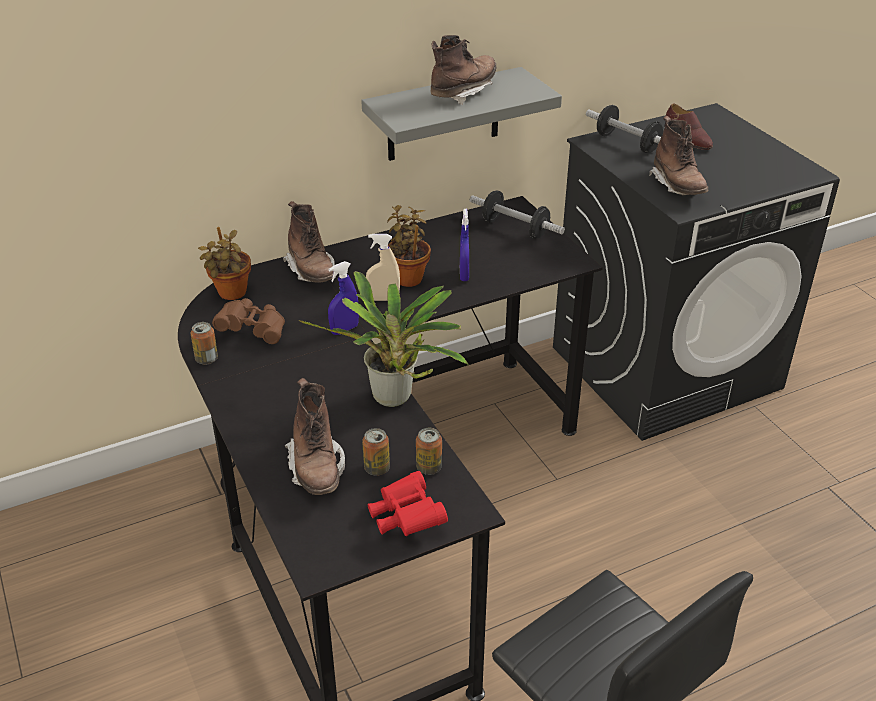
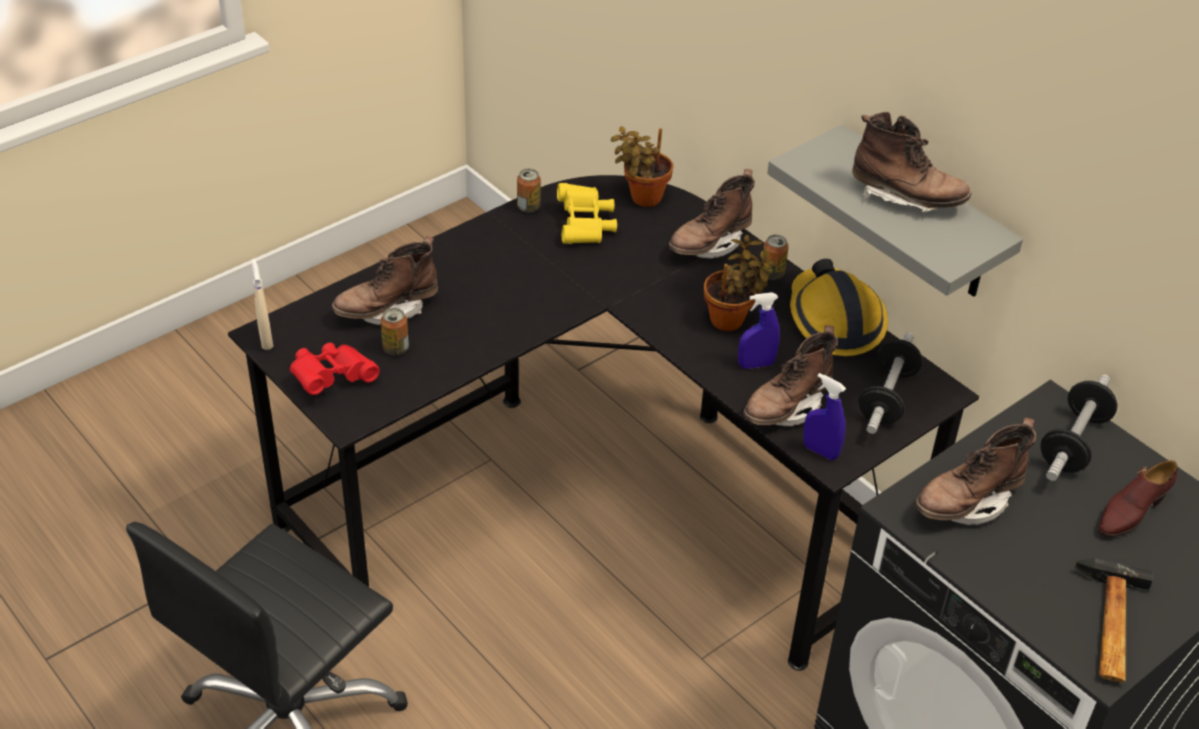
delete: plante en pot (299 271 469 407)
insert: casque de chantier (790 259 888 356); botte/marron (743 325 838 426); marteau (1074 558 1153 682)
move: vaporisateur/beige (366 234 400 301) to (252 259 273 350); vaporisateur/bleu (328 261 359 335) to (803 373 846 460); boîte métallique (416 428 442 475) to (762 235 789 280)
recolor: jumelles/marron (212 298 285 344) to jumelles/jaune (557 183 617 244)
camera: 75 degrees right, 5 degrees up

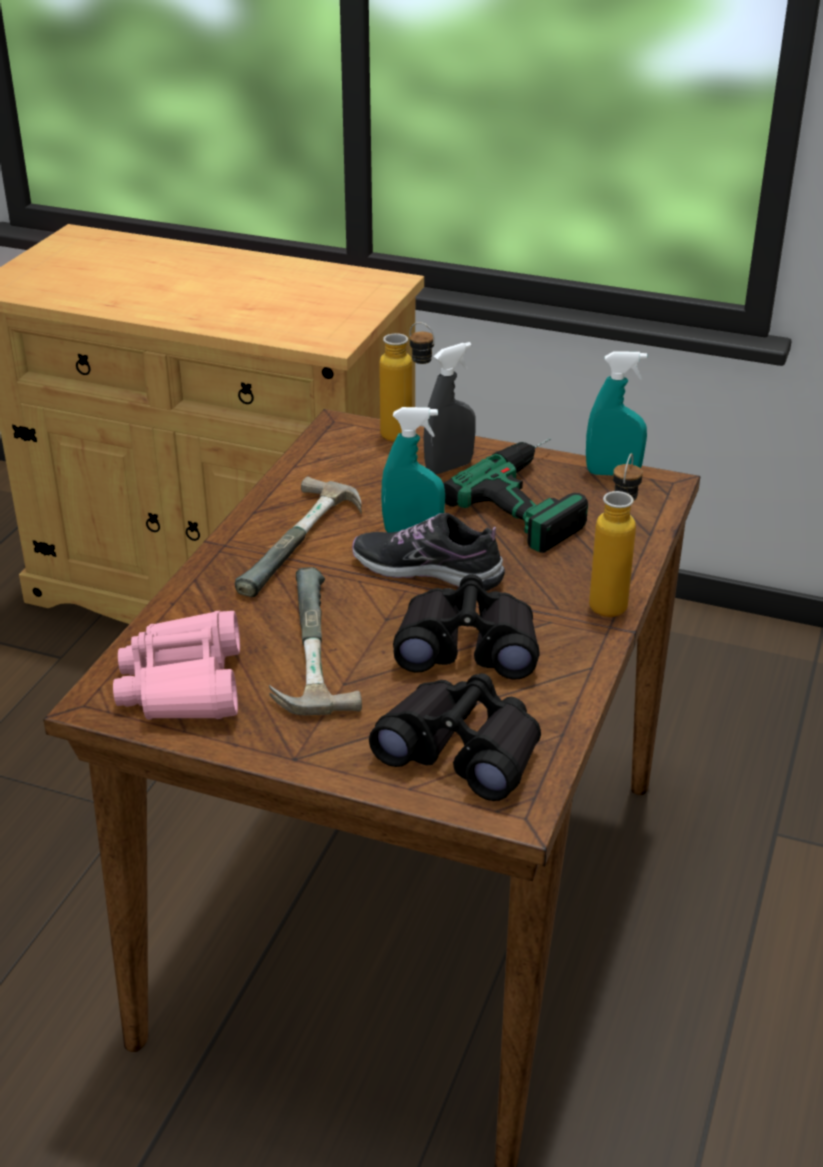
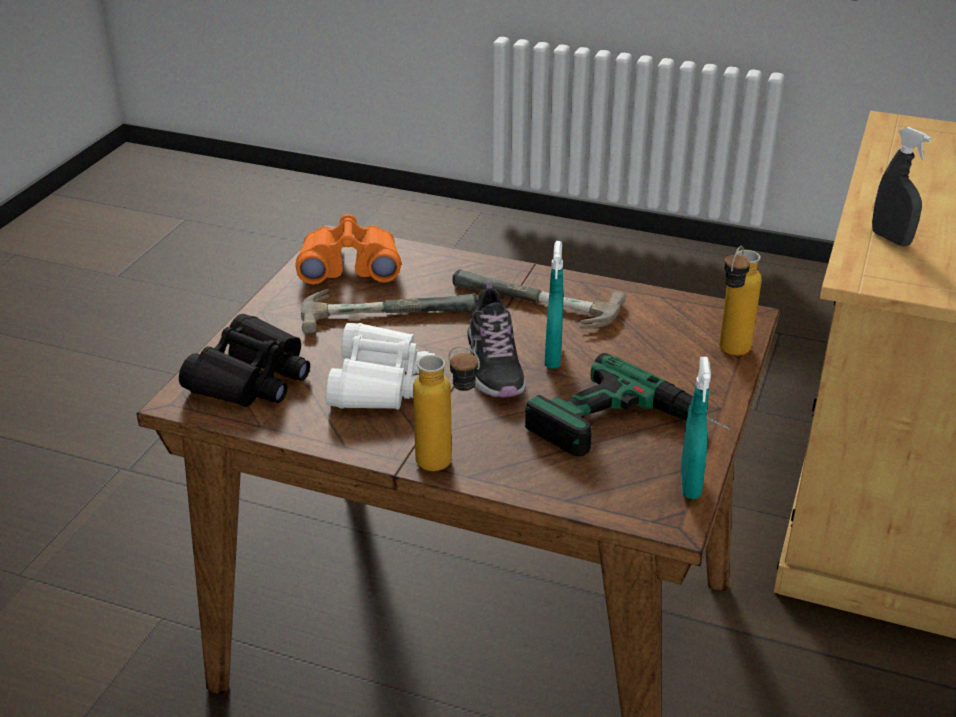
move: vaporisateur/gris (423 342 476 474) to (872 127 932 246)
recolor: jumelles/noir (393 574 540 680) to jumelles/blanc (326 323 435 410); jumelles/rose (113 611 240 720) to jumelles/orange (295 214 401 284)
rotate: chaussure (352 513 505 591) = (467 281 525 397) 150 degrees clockwise
camera: 90 degrees right, 0 degrees up

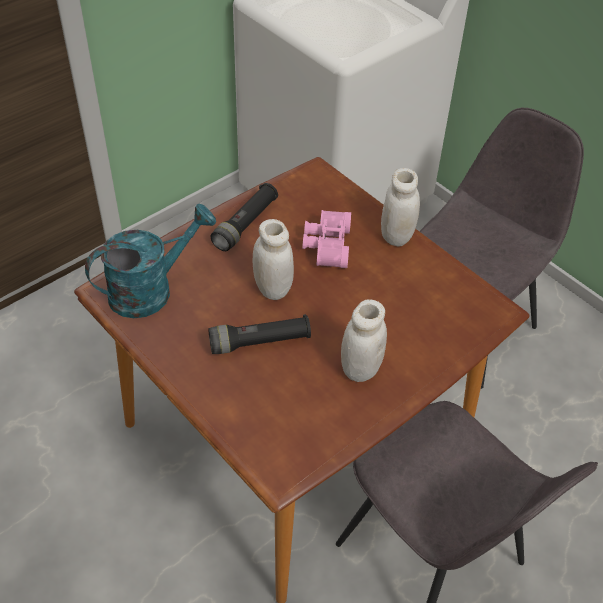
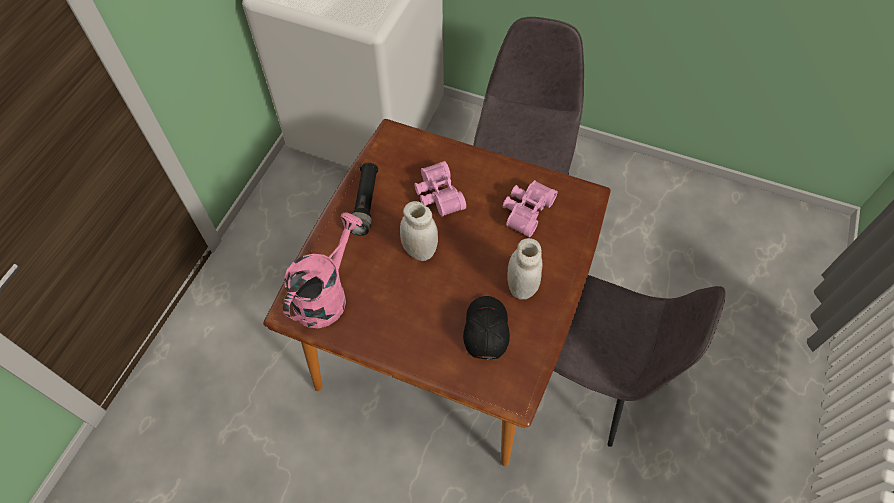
delete: bocal/blanc (381 168 420 246); lampe de poche/noir (208 314 311 354)
insert: jumelles/rose (503 180 558 237); casquette/noir (463 296 510 360)
recolor: arrosoir/turquoise (85 204 216 318) to arrosoir/rose (283 212 363 328)
camera: 25 degrees left, 10 degrees up

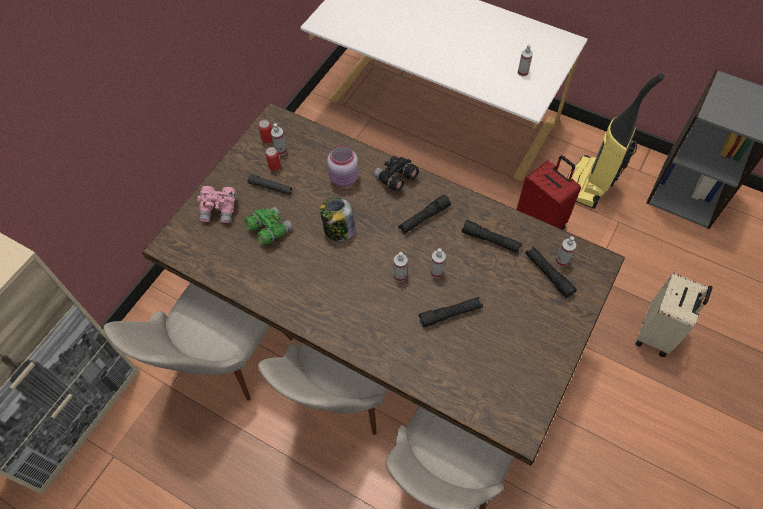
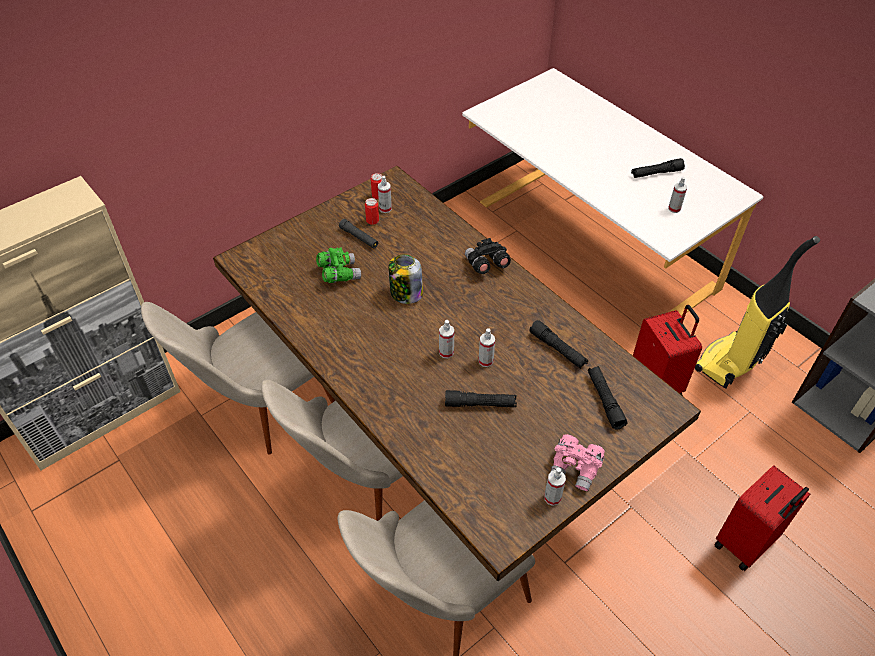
delete: bocal/rose (327 145 359 187)
move: jumelles/rose (197 186 236 223) to (551 434 605 491); lampe de poche/noir (398 195 451 234) to (631 158 685 178); vaporisateur (556 237 576 267) to (544 468 566 506)
recolor: valise/beige (635 272 713 357) to valise/rouge (714 466 810 571)
camera: 20 degrees right, 10 degrees down

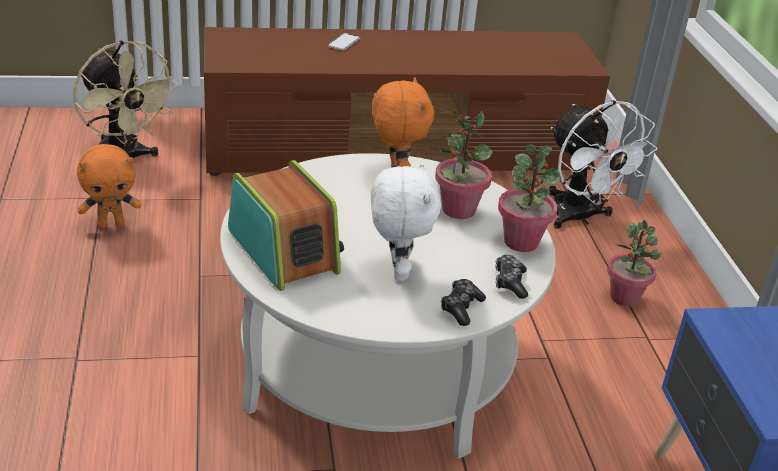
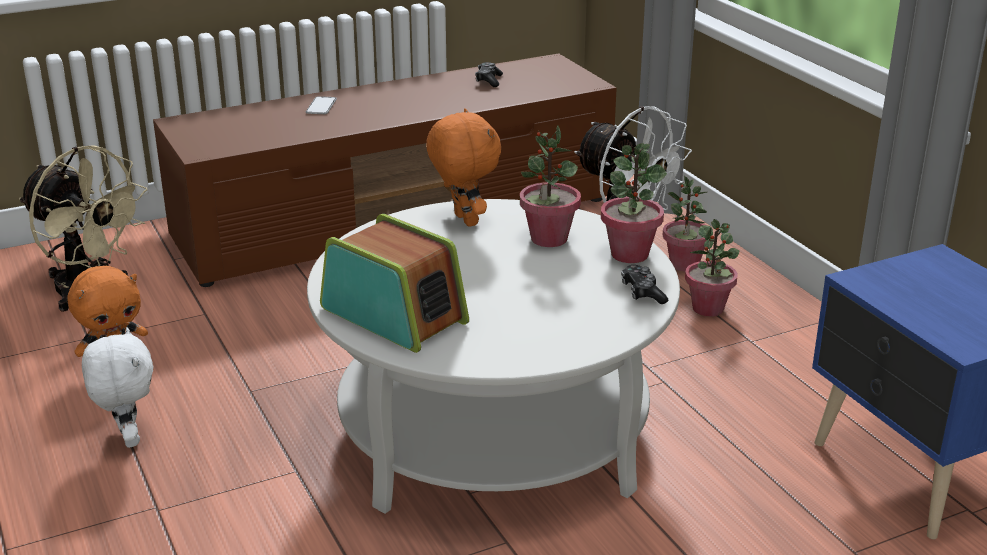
insert: plante en pot (663 176 707 271)
move: peluche/blanc (371 162 441 281) to (82 327 154 448); manette (441 279 486 326) to (475 62 503 87)
camera: 15 degrees left, 5 degrees down

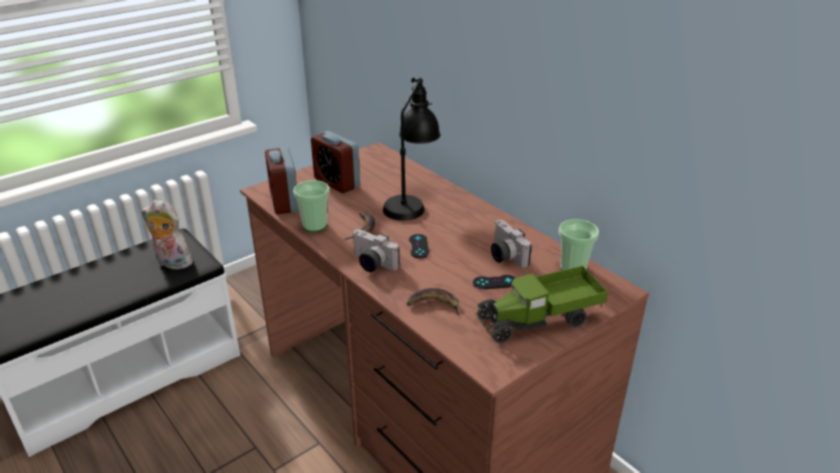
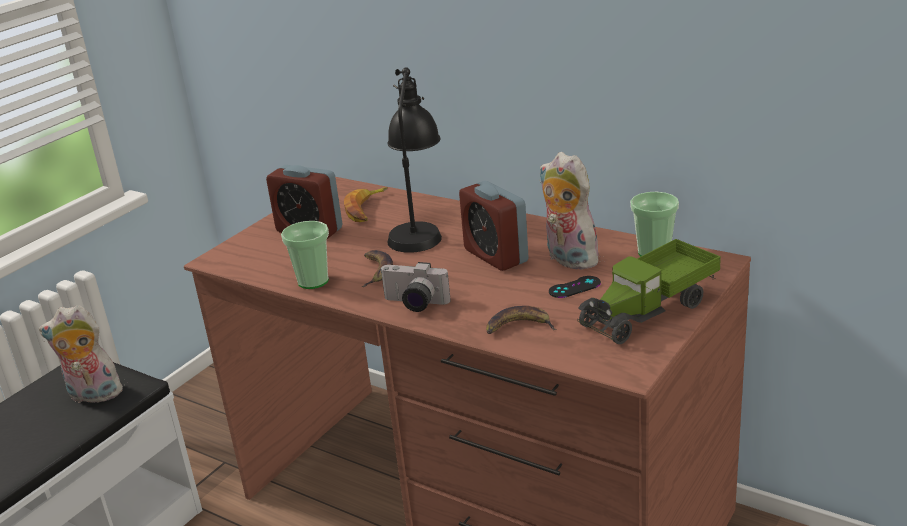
delete: manette/noir (409 234 429 258)
insert: banane (344 187 388 222)
move: réveil (265 147 299 214) to (459 181 529 271)
replace: appareil photo (491 220 532 268) to peluche (539 152 601 270)
camera: 15 degrees left, 5 degrees down

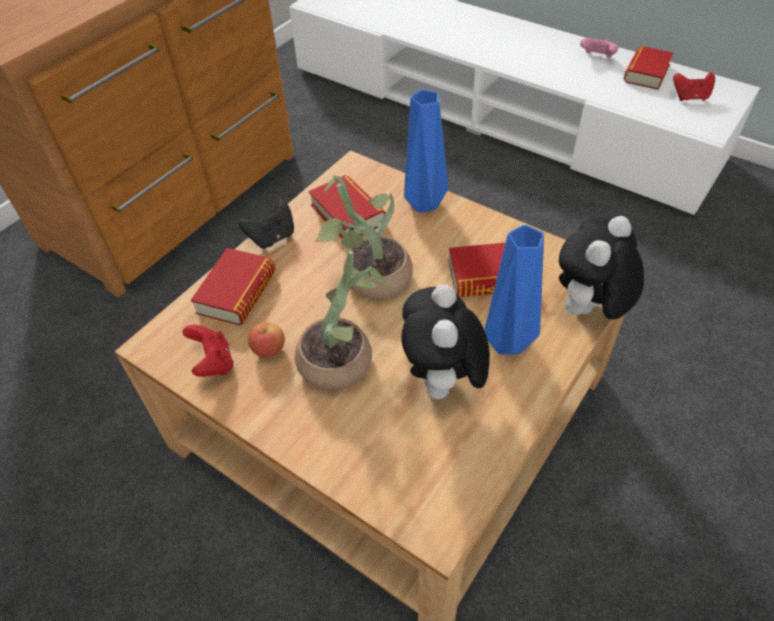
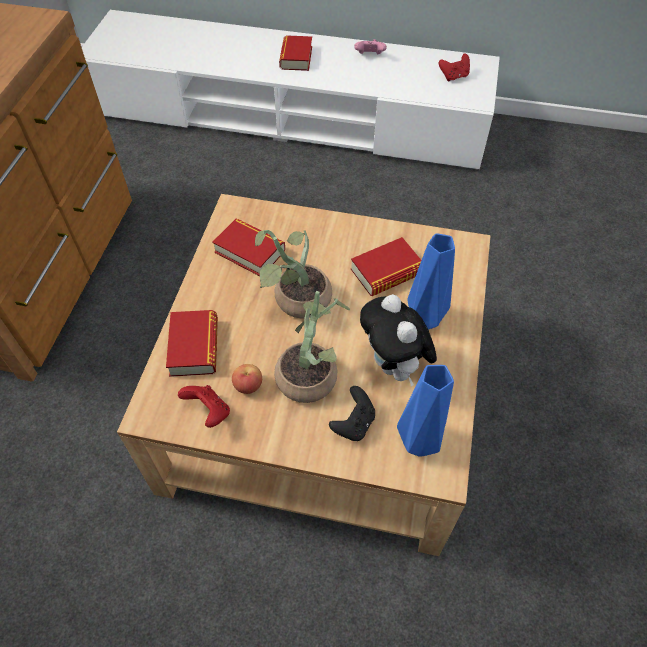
delete: peluche (559 216 644 319)
move: livre (623 46 673 90) to (279 35 312 71); vase/bleu (404 89 448 213) to (397 365 454 457); manette/noir (239 200 294 249) to (329 386 375 441)
camera: 25 degrees left, 5 degrees up

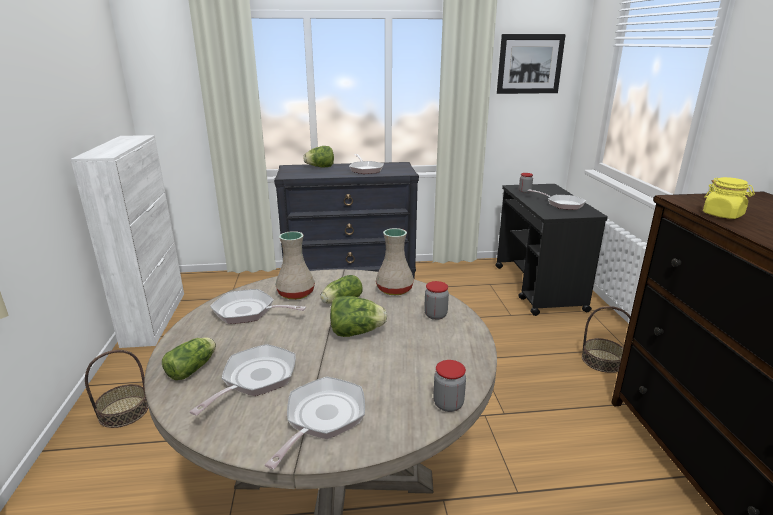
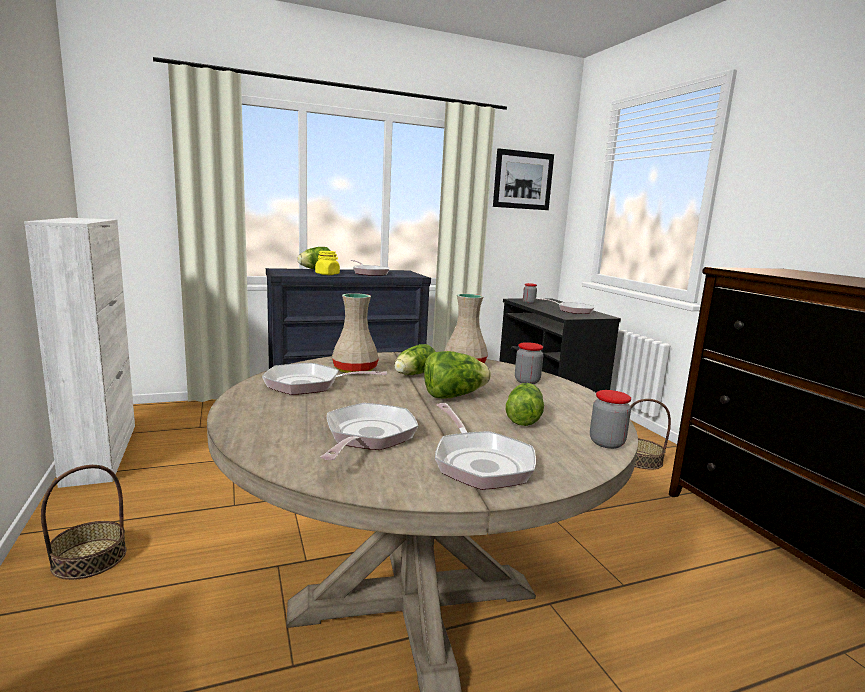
move: bocal/jaune (703 177 755 219) to (315 251 340 275); laitue (162 337 216 380) to (506 383 544 426)
rotate: poêle (264 376 365 469) = (435 403 536 490) 150 degrees clockwise
camera: 15 degrees left, 10 degrees down

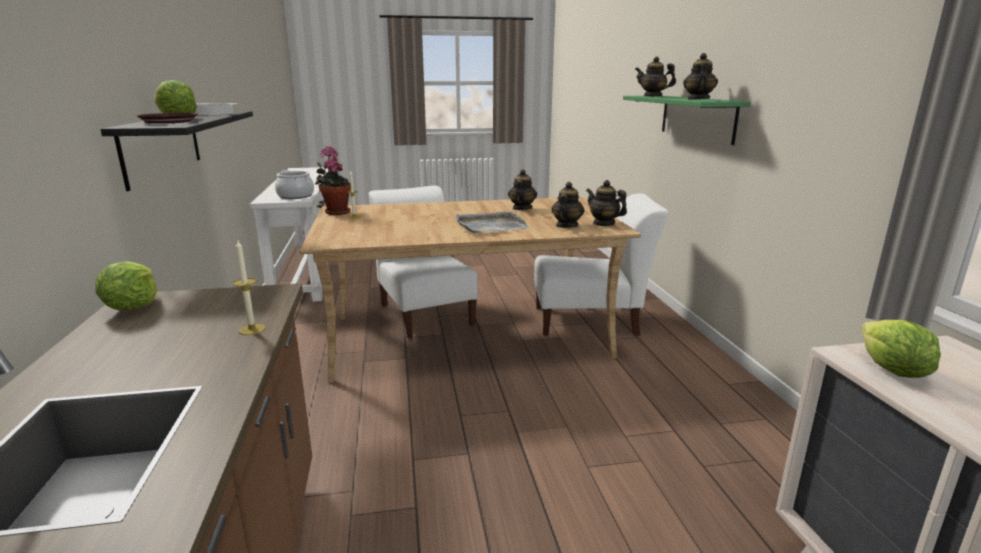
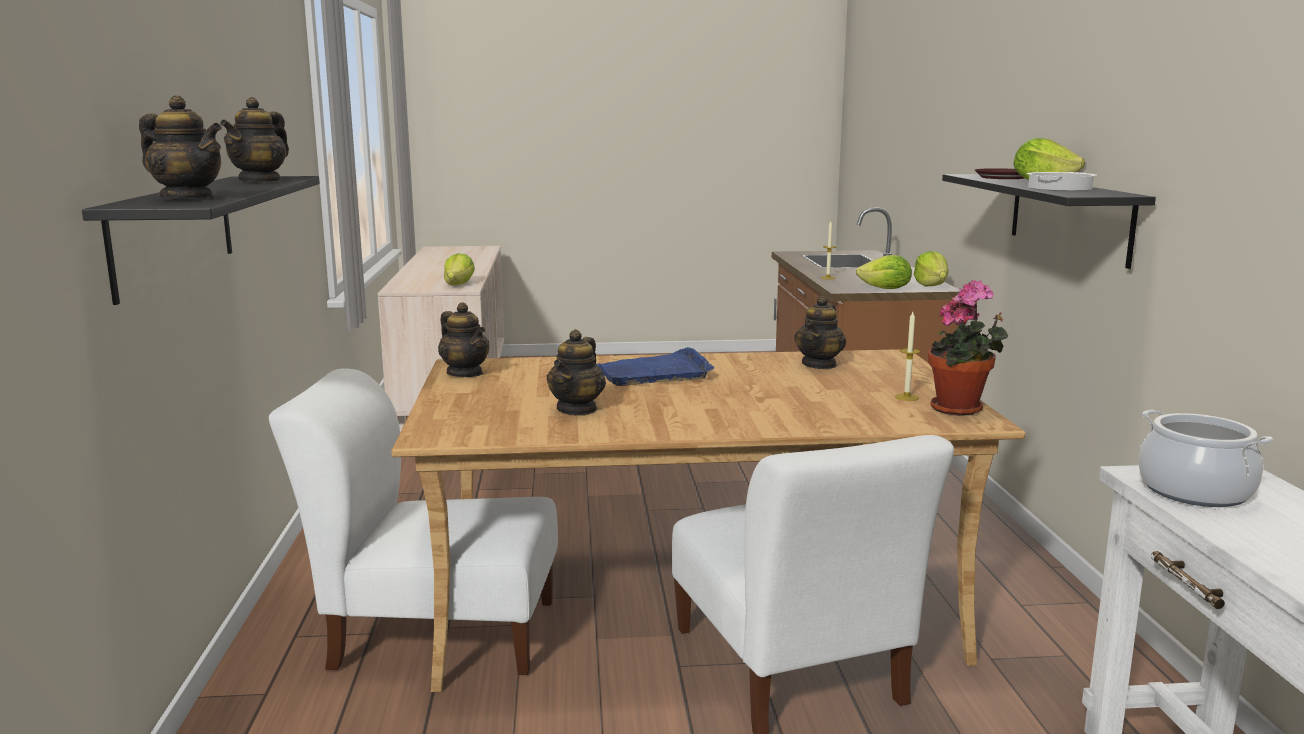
insert: laitue (856 255 912 289)
move: théière (552 182 585 228) to (794 296 846 369)
recolor: étagère/vert (623 96 750 145) to étagère/noir (82 176 320 305); plateau/gris (455 212 530 233) to plateau/bleu (596 347 714 386)
camera: 175 degrees left, 5 degrees down

